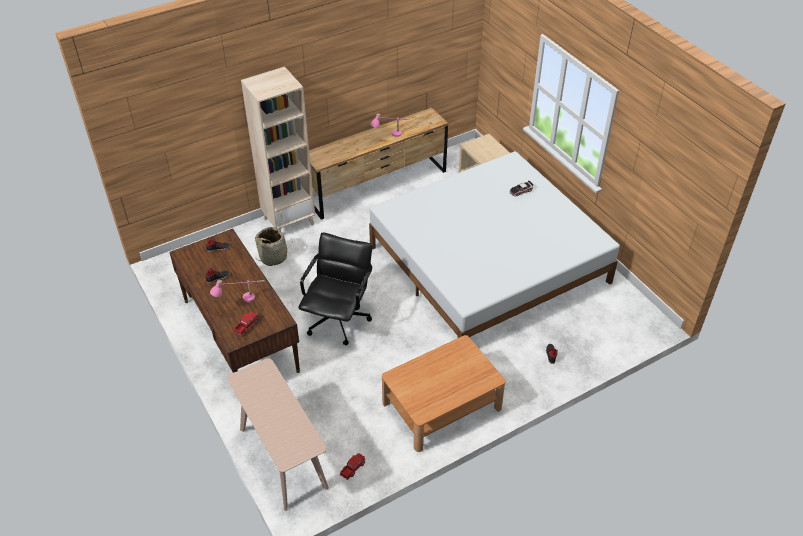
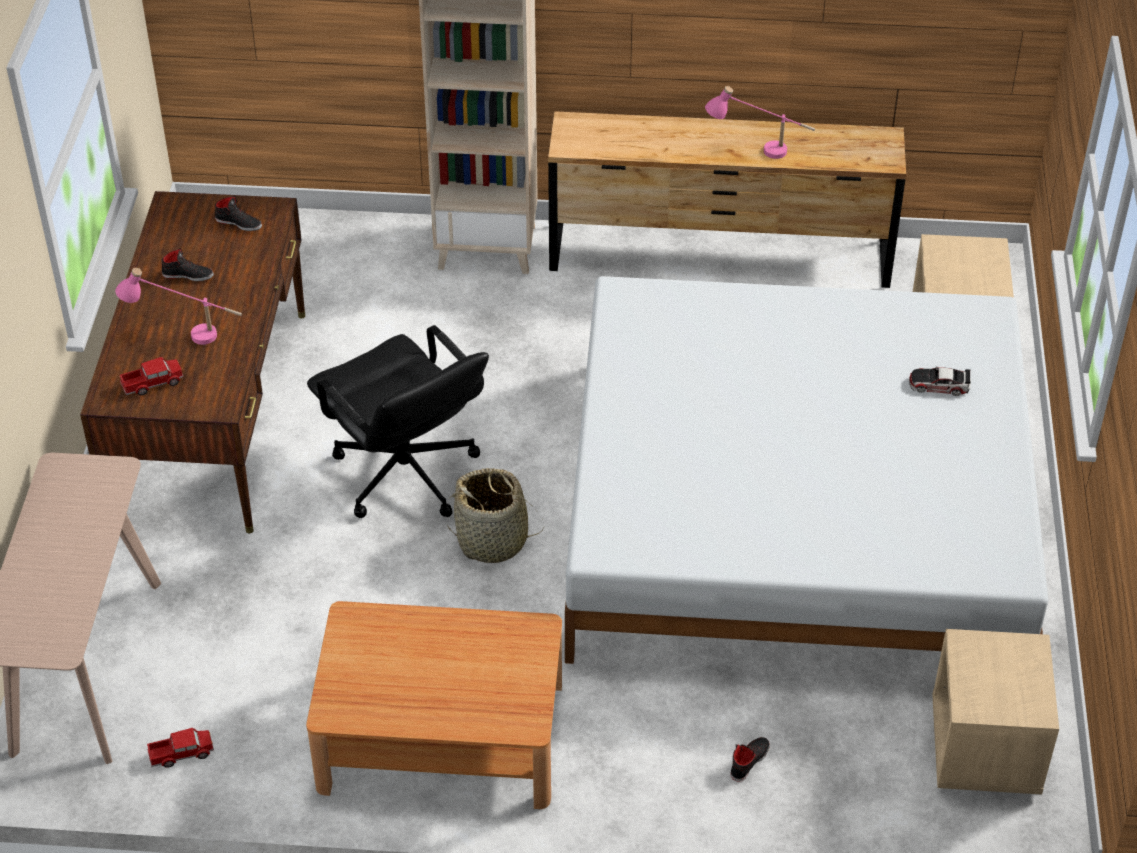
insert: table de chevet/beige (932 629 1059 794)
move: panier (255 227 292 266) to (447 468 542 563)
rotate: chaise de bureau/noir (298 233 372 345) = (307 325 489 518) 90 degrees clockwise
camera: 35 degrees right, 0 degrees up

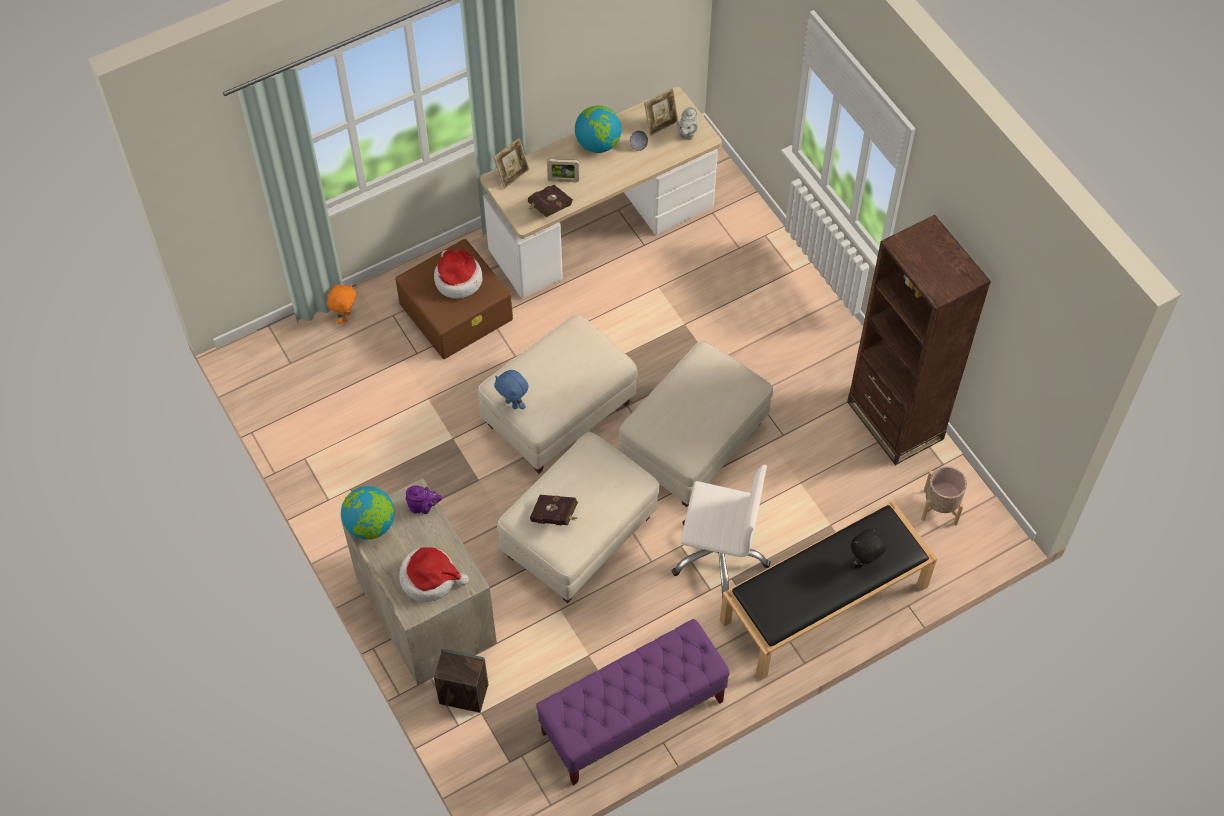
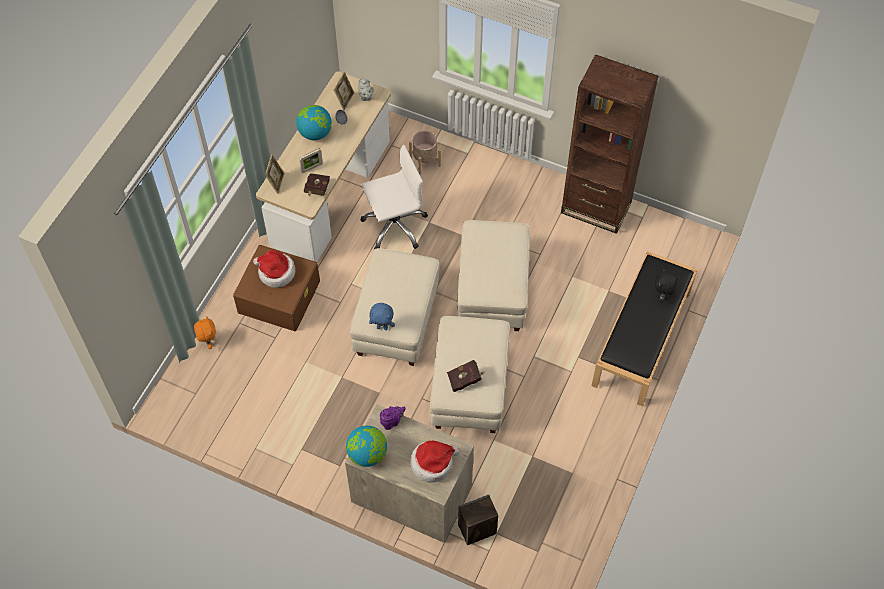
delete: banc/violet (536 619 730 785)
move: chaise de bureau/blanc (671 465 771 597) to (360 145 428 250); cache-pot/beige (921 466 967 525) to (409 131 441 175)
camera: 35 degrees left, 0 degrees up

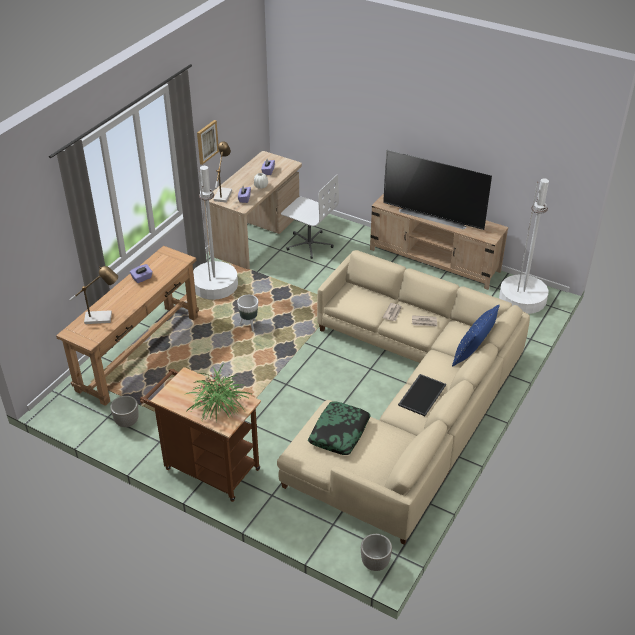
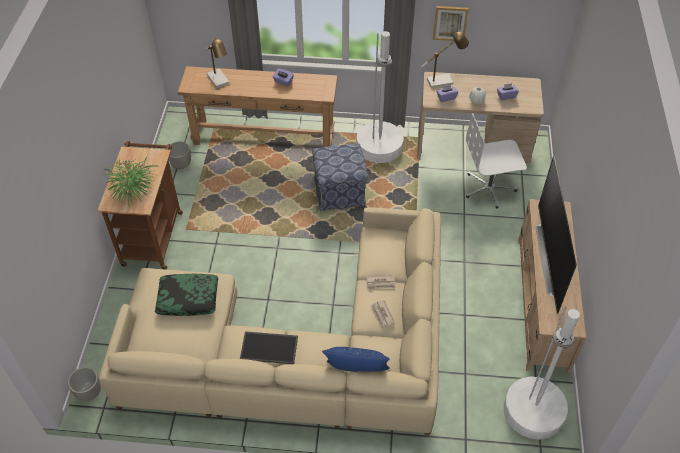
replace: cache-pot/blanc (237 295 258 331) to pouf (312 143 368 211)
rotate: chaise de bureau/blanc (281 175 339 259) = (466 113 527 209) 75 degrees clockwise
camera: 65 degrees right, 10 degrees up

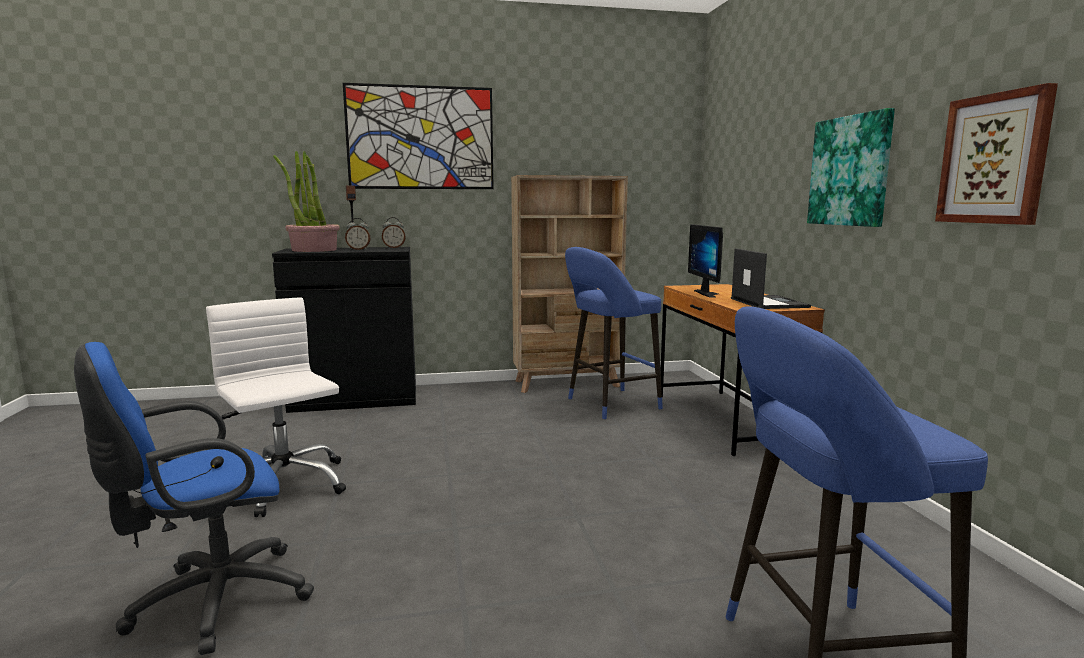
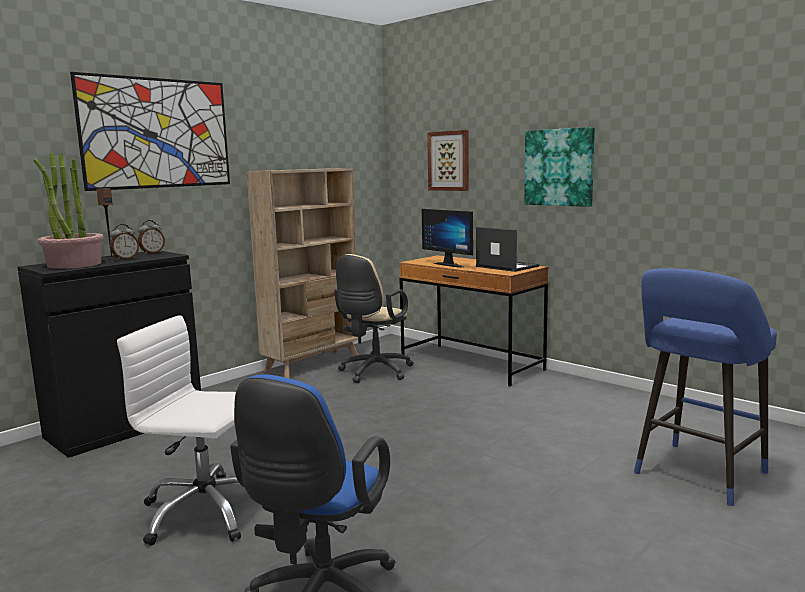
move: tableau (935 83 1058 225) to (427 130 469 191)
replace: tabouret/bleu (565 247 663 419) to chaise de bureau/beige (334 254 414 383)
camera: 35 degrees left, 0 degrees up

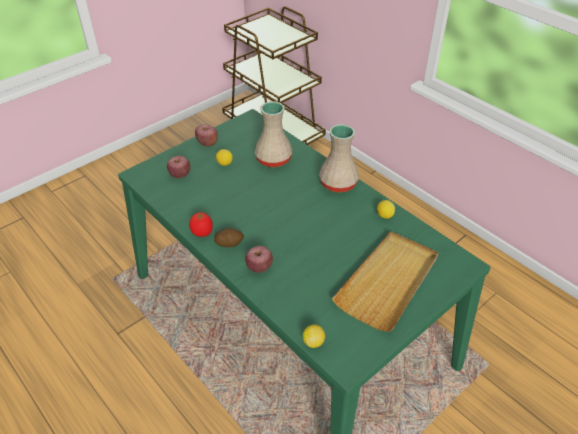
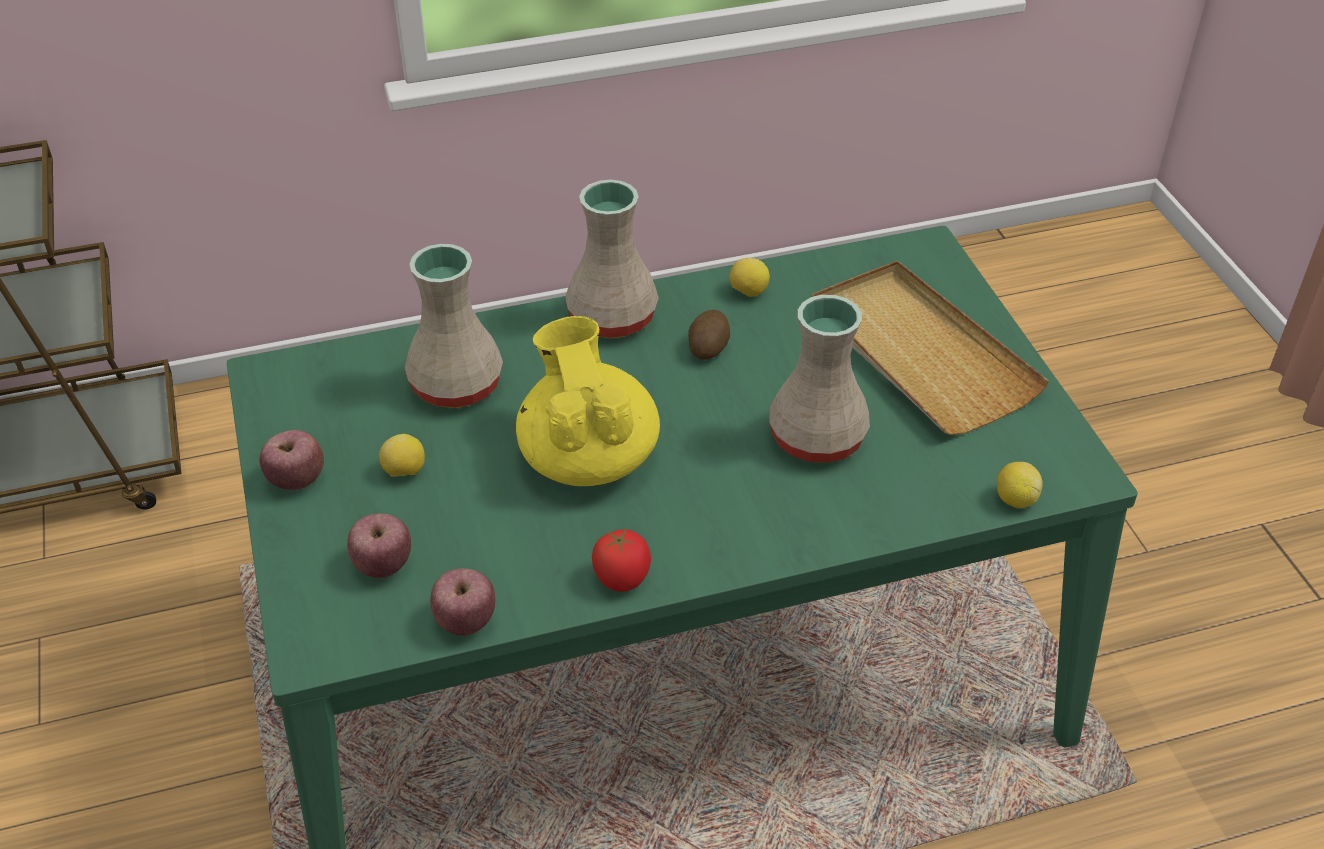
insert: vase/beige (769 294 870 463); théière/jaune (516 316 660 486)
move: pomme de terre (214 228 244 247) to (688 310 730 360); pomme (245 246 273 273) to (430 568 496 636)
camera: 65 degrees left, 0 degrees up

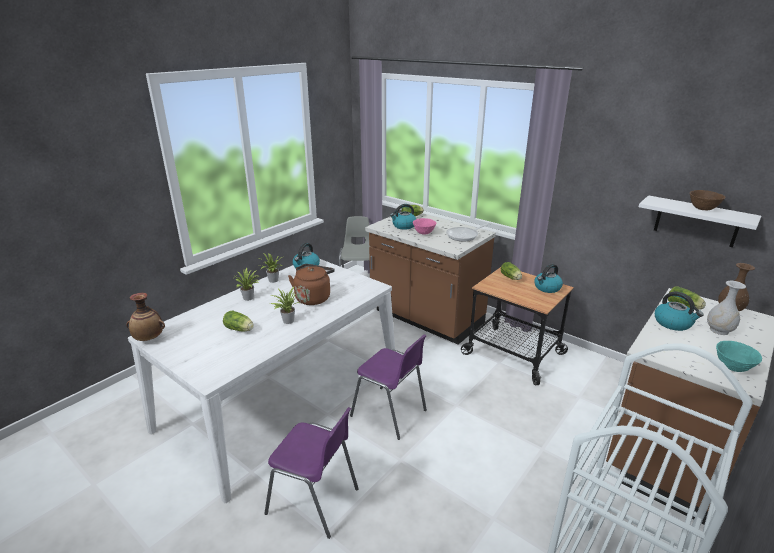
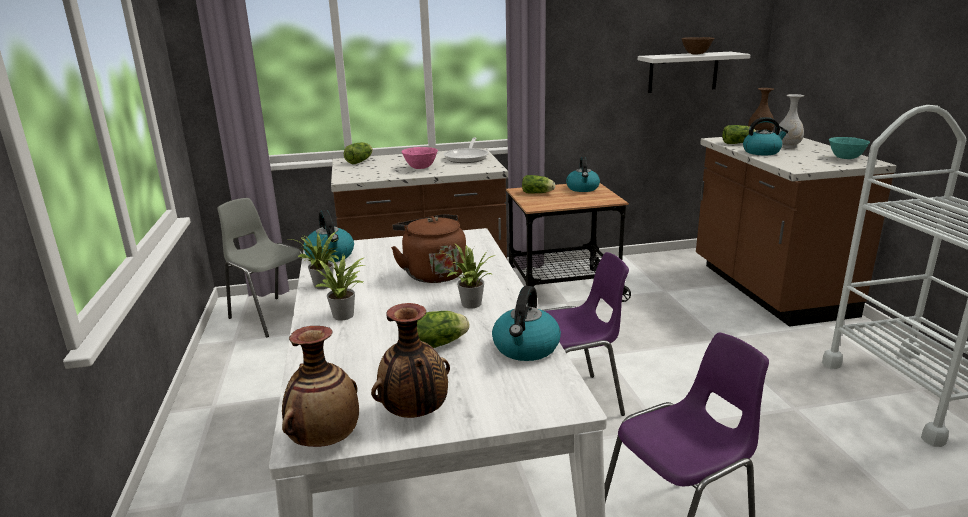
insert: vase (371 303 450 418)
move: bouilloire (390 204 416 230) to (492 286 561 361)
camera: 50 degrees left, 5 degrees down

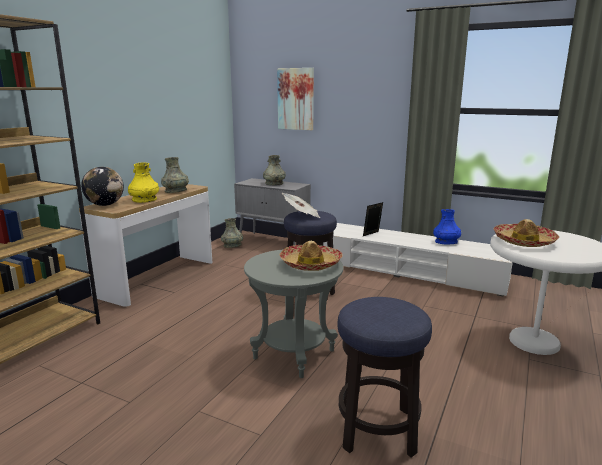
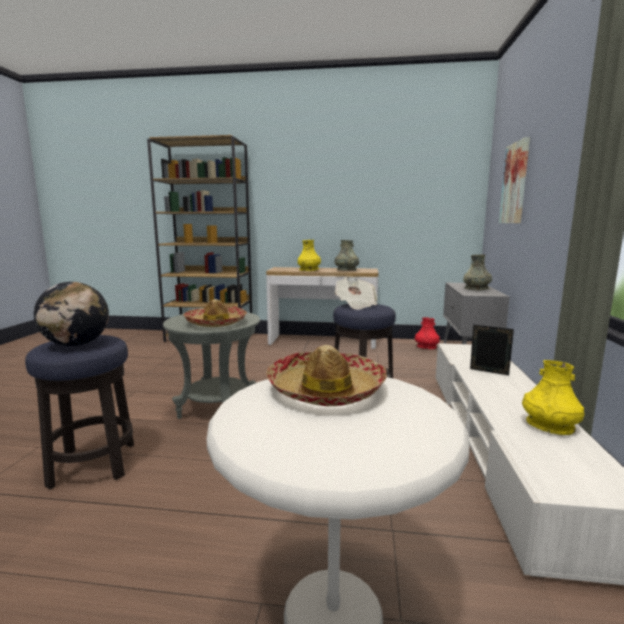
move: globe (81 167 124 206) to (34 282 109 346)
recolor: vase/bleu (433 209 461 245) to vase/jaune (522 360 584 435); vase/gris (221 218 243 248) to vase/rouge (415 317 440 349)
camera: 70 degrees right, 5 degrees down

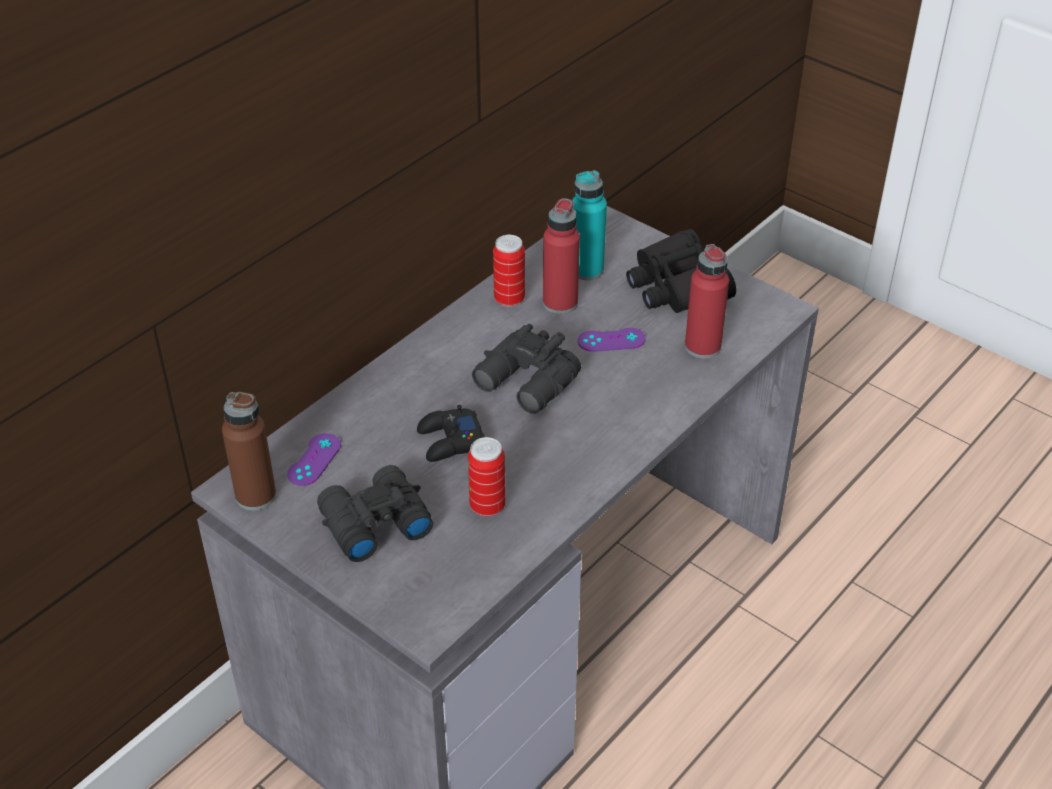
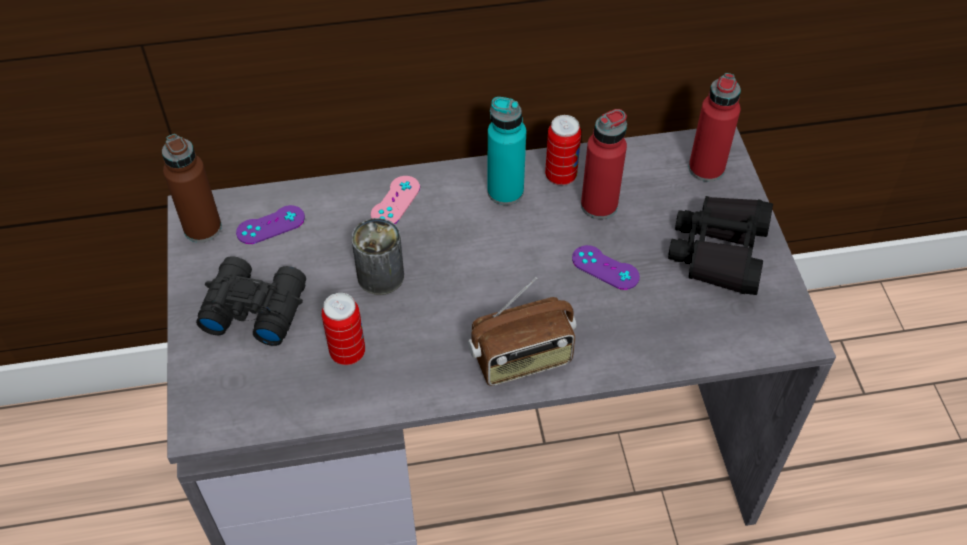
delete: jumelles/noir (472 324 581 414)
insert: manette/rose (371 176 420 224); radio (468 277 576 386)
move: bouteille/turquoise (572 170 607 280) to (487 97 526 205); bouteille/rouge (685 244 729 359) to (689 73 741 182)
replace: manette/noir (417 405 485 462) to boîte métallique (351 218 404 295)
camera: 40 degrees right, 10 degrees up

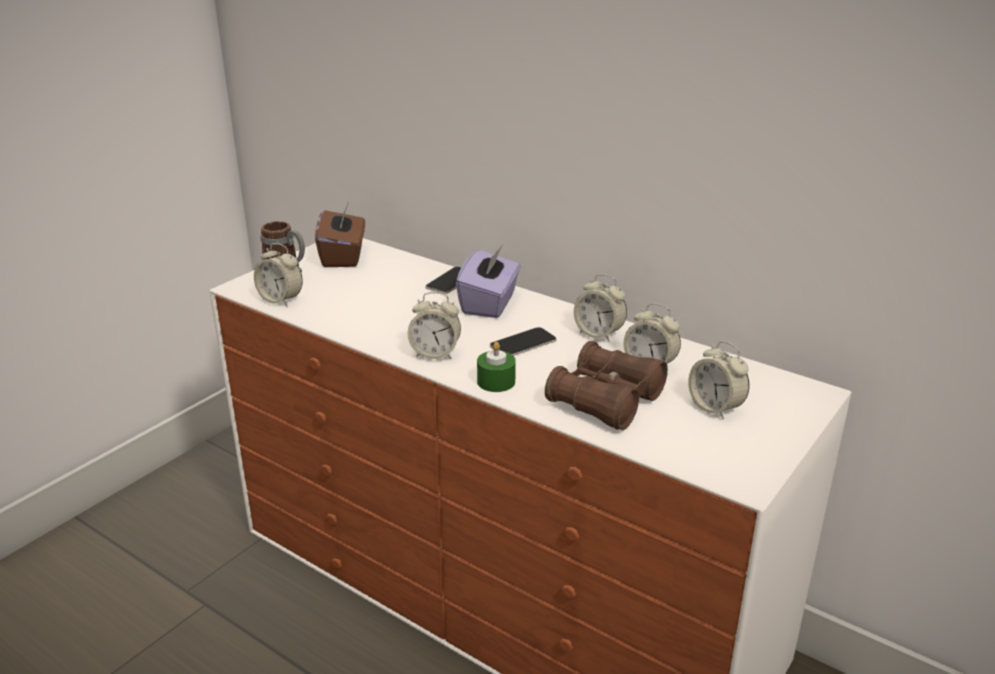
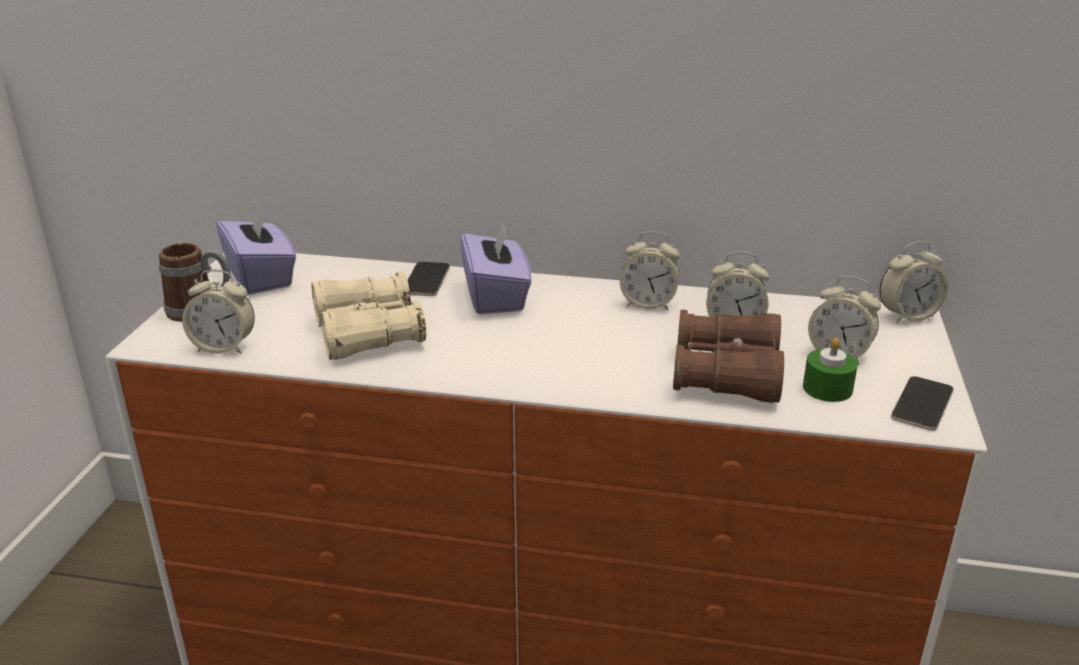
insert: jumelles/beige (311 271 426 360)
move: réveil (407 292 461 359) to (879 242 948 324); téléphone (490 327 557 356) to (891 376 954 431); bougie/vert (477 342 516 392) to (803 337 858 402)
recolor: boîte à mouchoirs/marron (315 202 365 267) to boîte à mouchoirs/violet (216 204 296 295)
camera: 25 degrees left, 0 degrees up

